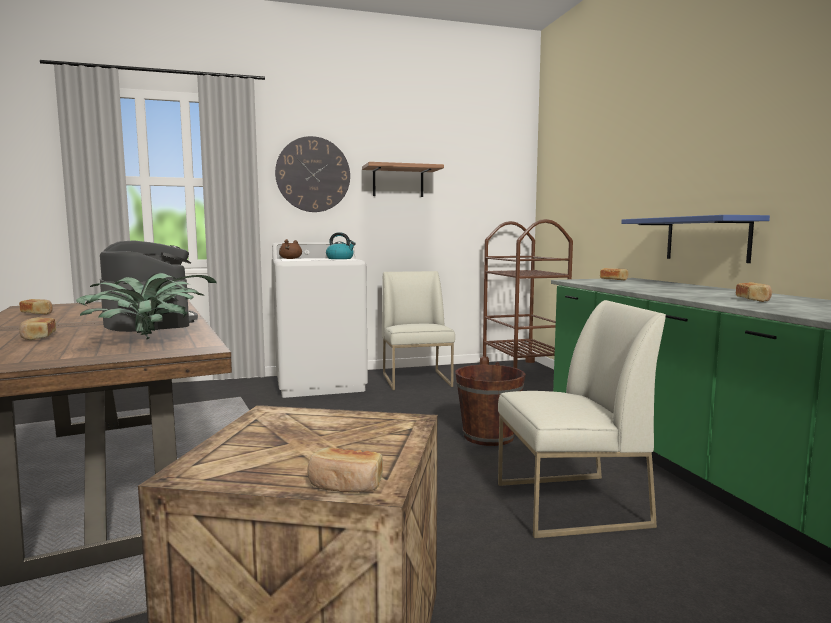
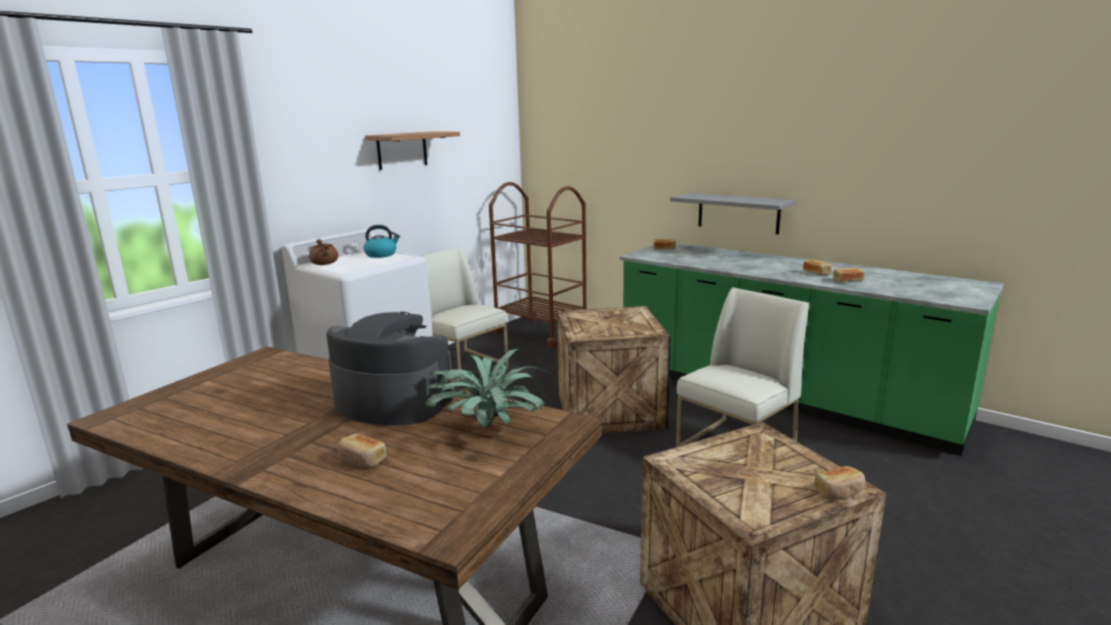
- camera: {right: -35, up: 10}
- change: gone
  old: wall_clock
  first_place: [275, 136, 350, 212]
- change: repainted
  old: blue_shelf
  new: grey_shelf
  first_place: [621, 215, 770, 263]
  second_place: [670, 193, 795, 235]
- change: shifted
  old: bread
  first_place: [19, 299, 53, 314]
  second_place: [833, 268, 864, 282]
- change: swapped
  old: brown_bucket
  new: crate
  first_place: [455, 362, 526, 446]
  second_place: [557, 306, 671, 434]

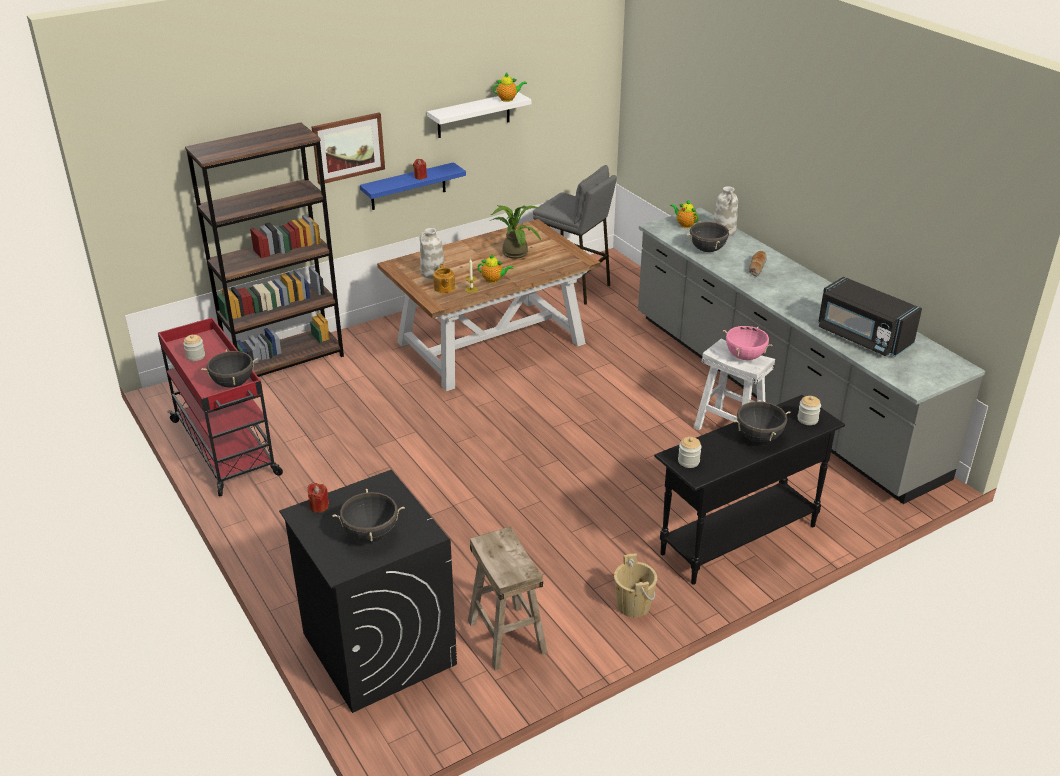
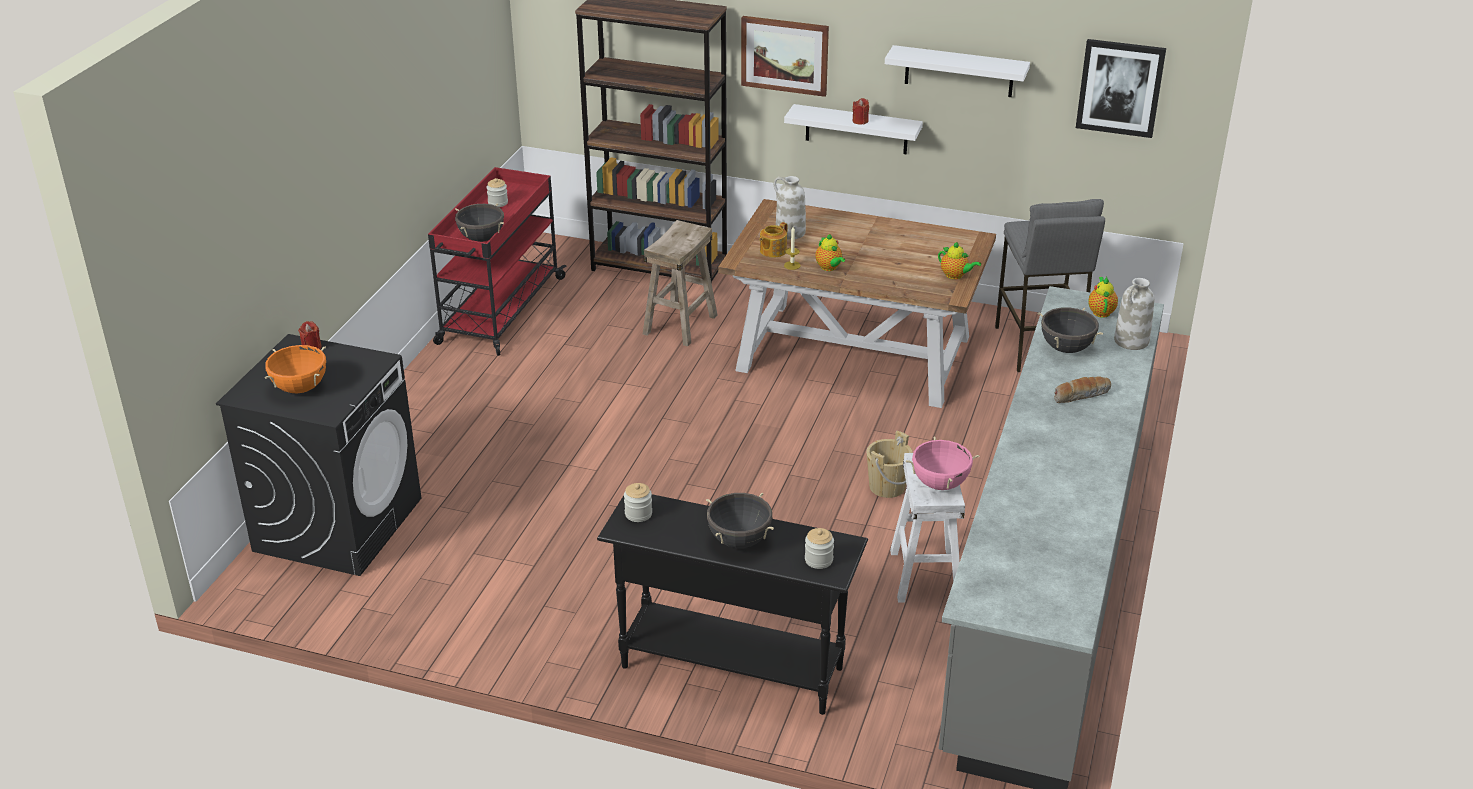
- camera: {right: 50, up: 0}
- change: shifted
  old: teapot
  first_place: [493, 73, 527, 102]
  second_place: [938, 242, 981, 279]
- change: repainted
  old: blue_shelf
  new: white_shelf
  first_place: [360, 162, 466, 210]
  second_place: [784, 104, 923, 154]
- change: gone
  old: potted_plant
  first_place: [490, 205, 541, 259]
- change: gone
  old: black_microwave
  first_place: [818, 277, 922, 357]
- change: repainted
  old: black_cooking_pot
  new: orange_cooking_pot
  first_place: [332, 489, 405, 542]
  second_place: [265, 345, 326, 393]
- change: shifted
  old: beige_stool
  first_place: [468, 526, 548, 671]
  second_place: [643, 220, 717, 346]
- change: shifted
  old: beige_bucket
  first_place: [614, 554, 657, 617]
  second_place: [867, 431, 913, 498]
- change: new
  new: picture
  second_place: [1076, 39, 1166, 138]

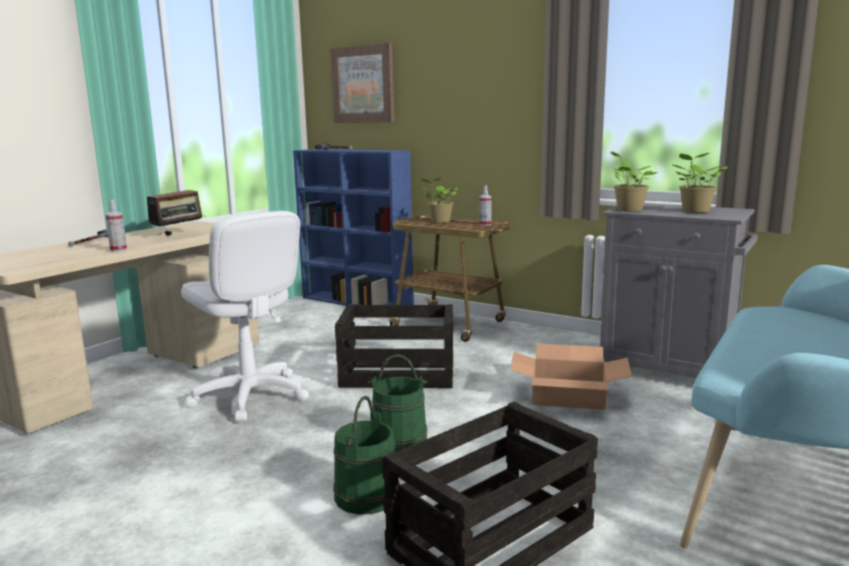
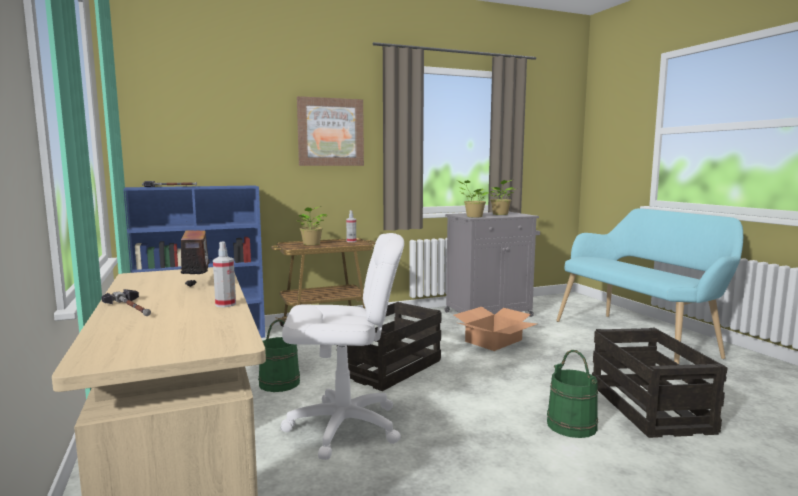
- camera: {right: -55, up: -5}
- change: shifted
  old: picture
  first_place: [330, 43, 395, 123]
  second_place: [297, 96, 364, 166]
- change: shifted
  old: green_bucket
  first_place: [368, 354, 428, 452]
  second_place: [258, 319, 300, 392]

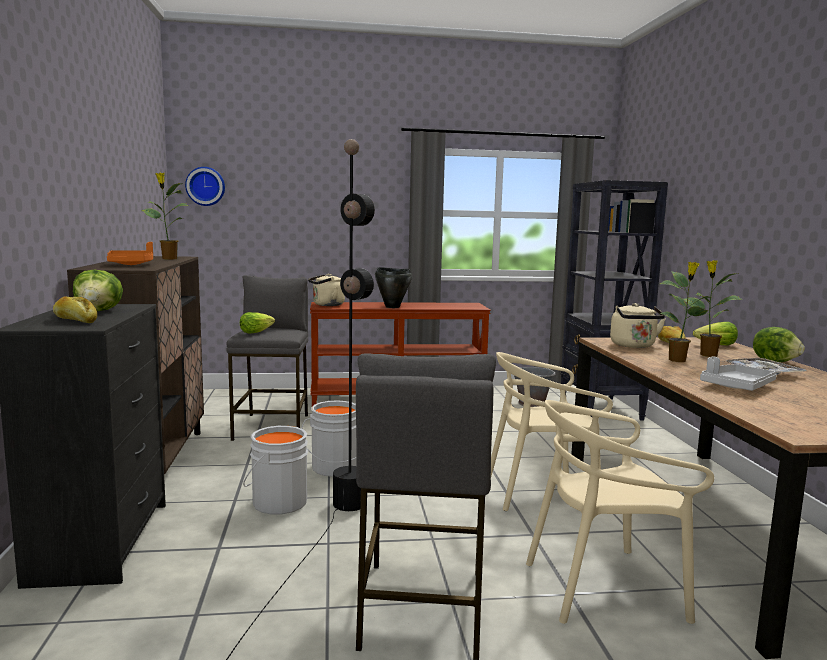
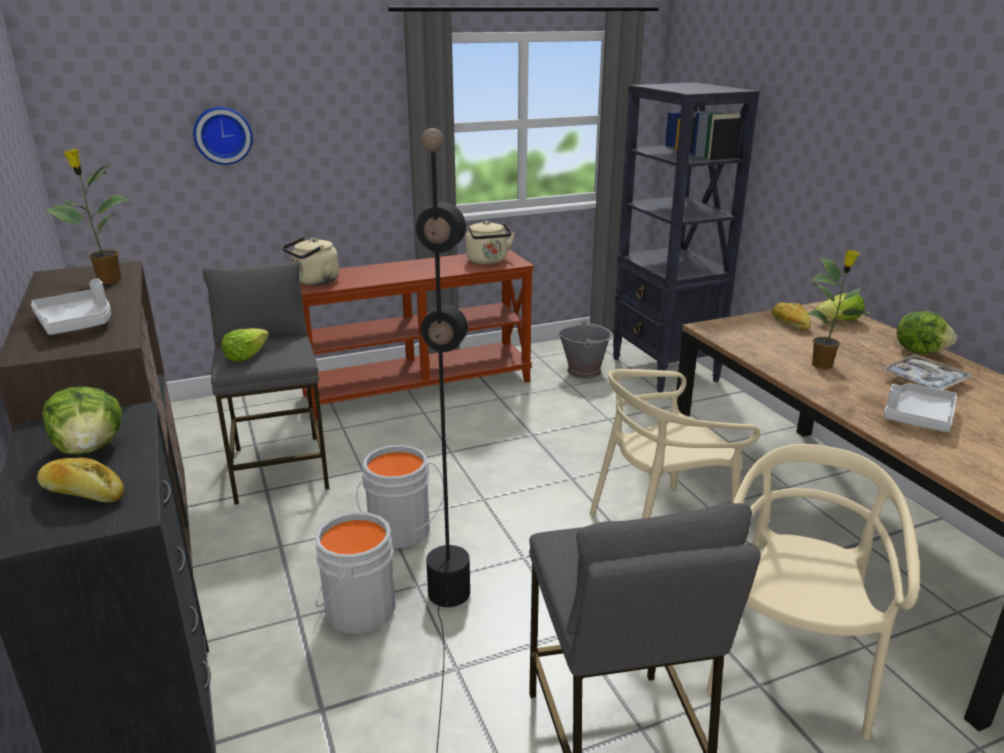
- camera: {right: -15, up: 15}
- change: shifted
  old: wall_clock
  first_place: [185, 167, 225, 206]
  second_place: [193, 107, 253, 165]
- change: repainted
  old: orange_tray
  new: grey_tray
  first_place: [107, 242, 153, 265]
  second_place: [31, 278, 111, 335]
- change: gone
  old: potted_plant
  first_place: [683, 260, 742, 357]
- change: gone
  old: black_cooking_pot
  first_place: [375, 267, 412, 308]
- change: shifted
  old: beige_kettle
  first_place: [610, 303, 666, 348]
  second_place: [466, 221, 515, 264]
- change: rotated
  old: beige_chair
  first_place: [526, 400, 714, 624]
  second_place: [706, 444, 920, 740]
  degrees: 135

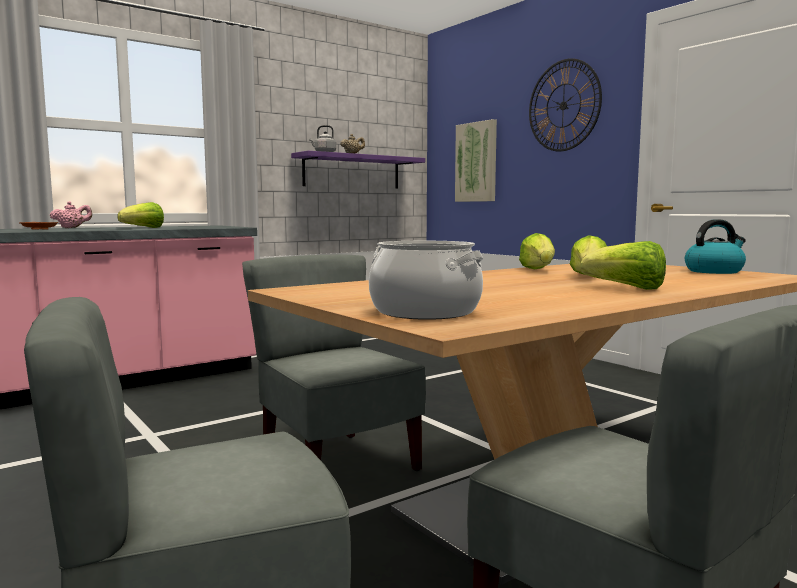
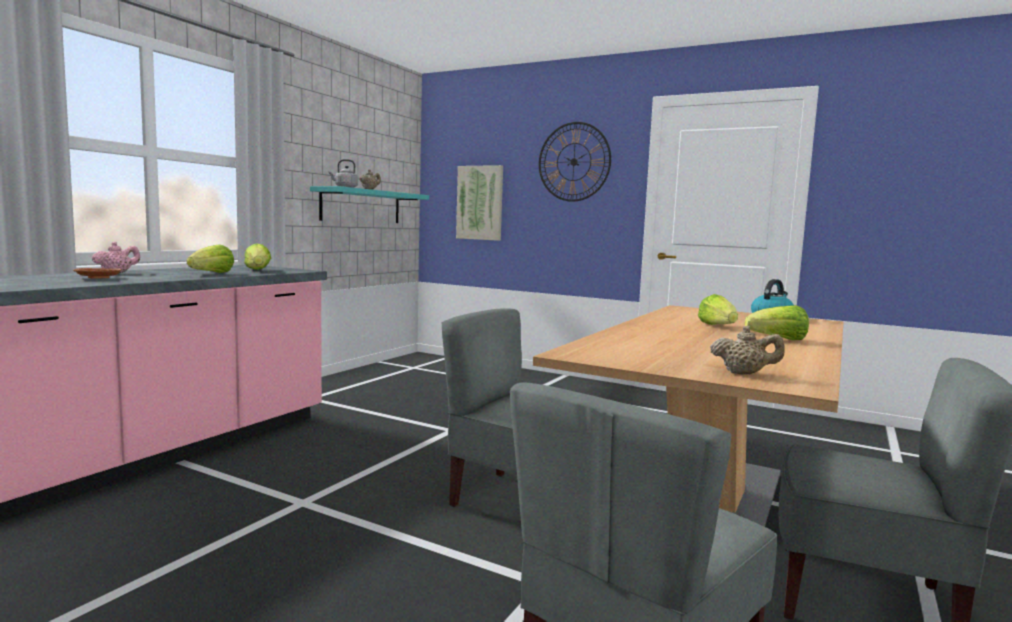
- camera: {right: -25, up: 0}
- change: repainted
  old: purple_shelf
  new: turquoise_shelf
  first_place: [291, 151, 425, 189]
  second_place: [310, 186, 429, 223]
- change: shifted
  old: lettuce
  first_place: [519, 233, 555, 269]
  second_place: [244, 243, 271, 270]
- change: swapped
  old: cooking_pot
  new: beige_teapot
  first_place: [369, 241, 483, 320]
  second_place: [710, 326, 785, 374]

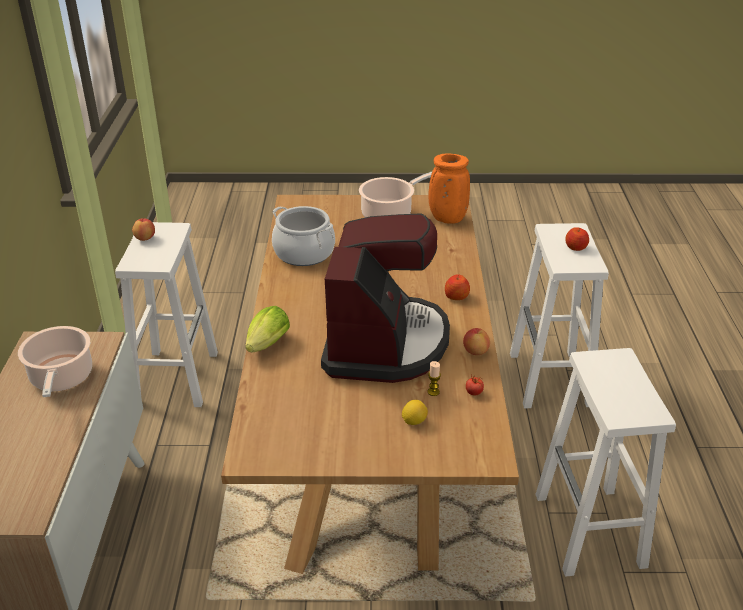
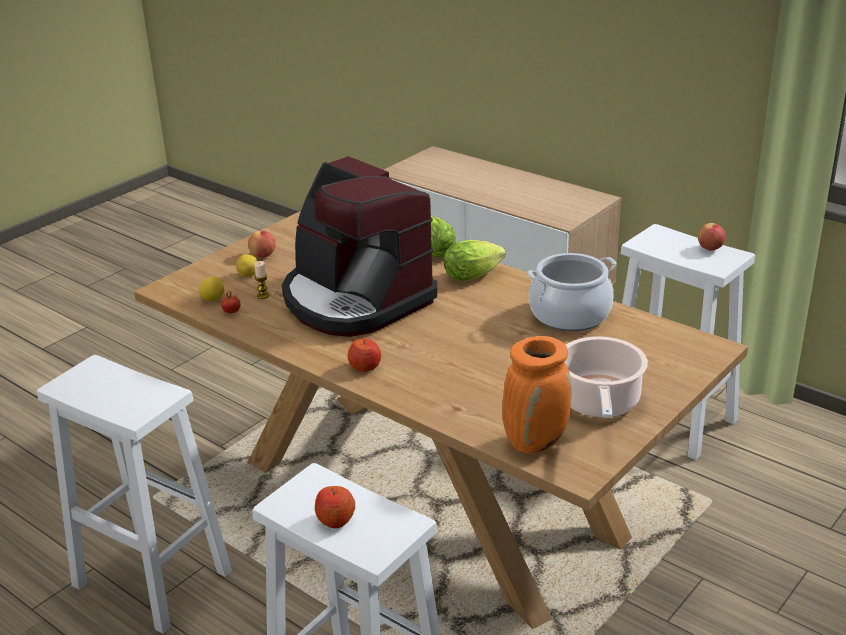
- camera: {right: 130, up: -5}
- change: gone
  old: cooking_pot
  first_place: [18, 326, 92, 397]
- change: shifted
  old: apple
  first_place: [463, 328, 490, 355]
  second_place: [248, 231, 276, 258]
- change: new
  new: lettuce
  second_place: [444, 240, 506, 281]
- change: new
  new: lemon
  second_place: [199, 277, 225, 301]

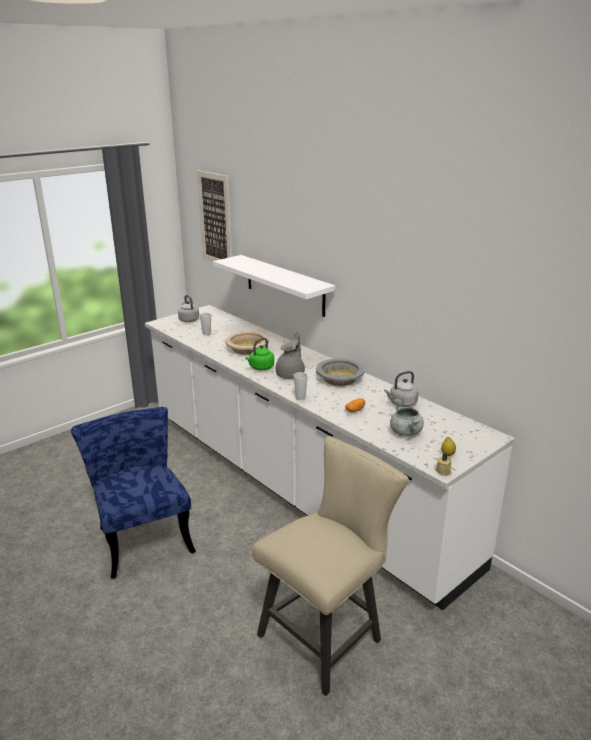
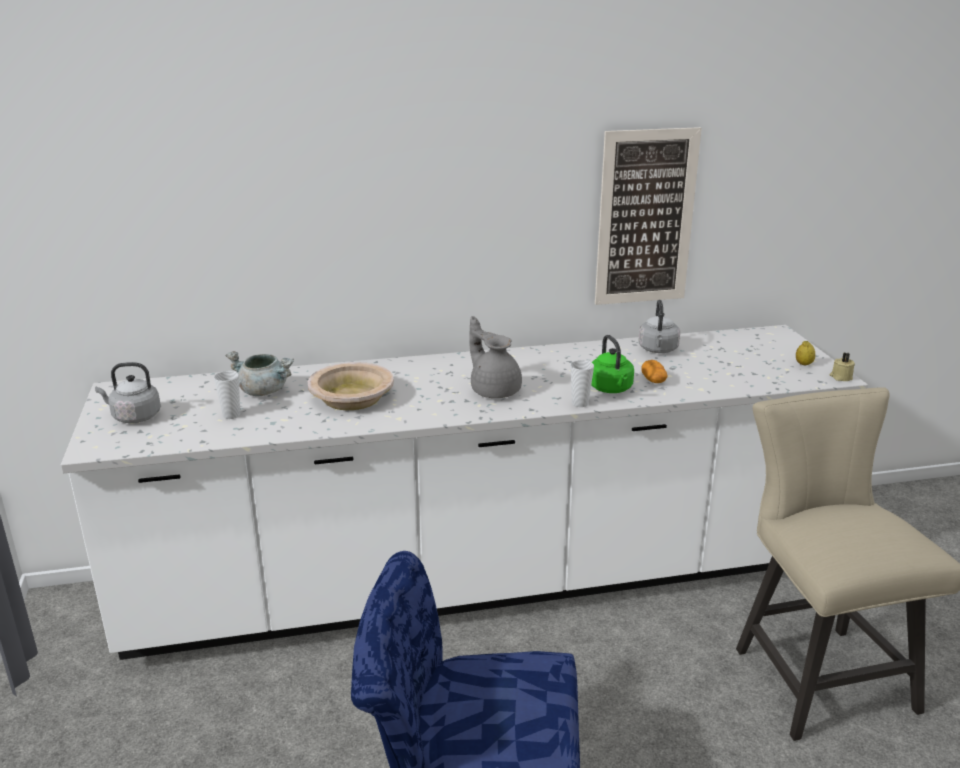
- camera: {right: -60, up: 0}
- change: shifted
  old: picture
  first_place: [197, 170, 232, 262]
  second_place: [595, 127, 702, 305]
- change: gone
  old: white_shelf
  first_place: [213, 255, 335, 317]
- change: shifted
  old: green_kettle
  first_place: [246, 338, 274, 370]
  second_place: [591, 335, 634, 393]
- change: gone
  old: grey_bowl
  first_place: [316, 358, 365, 386]
- change: shifted
  old: grey_cooking_pot
  first_place: [390, 399, 424, 436]
  second_place: [225, 351, 294, 396]

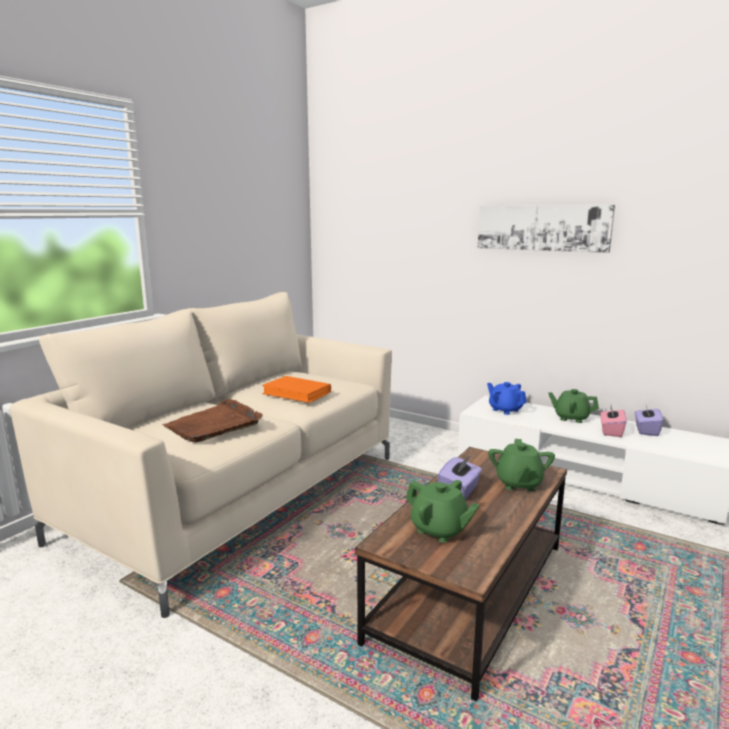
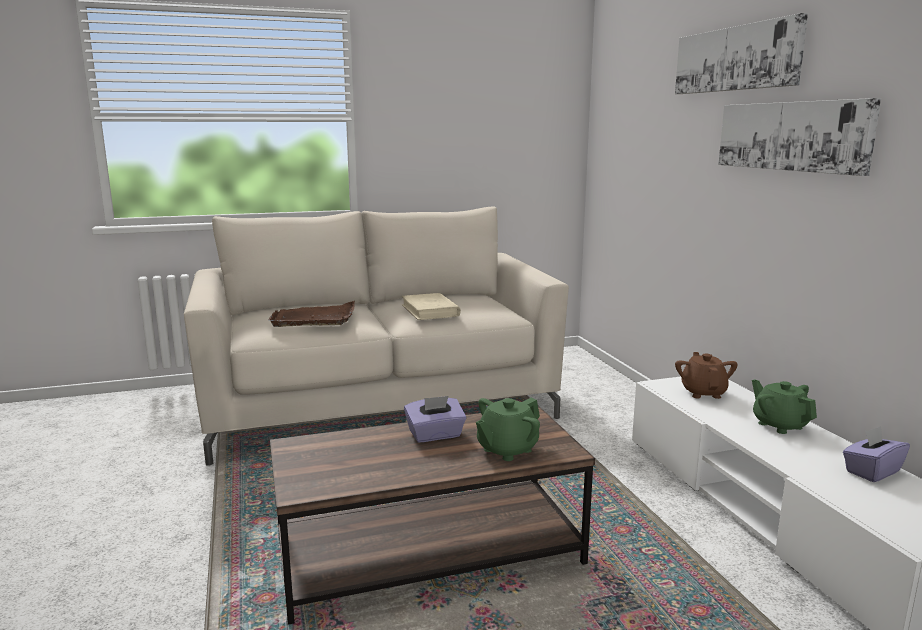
- camera: {right: 40, up: 0}
- change: repainted
  old: orange_book
  new: beige_book
  first_place: [262, 376, 331, 403]
  second_place: [402, 293, 461, 320]
- change: repainted
  old: blue_teapot
  new: brown_teapot
  first_place: [487, 382, 527, 415]
  second_place: [675, 352, 738, 399]
- change: gone
  old: pink_tissue_box
  first_place: [600, 405, 627, 437]
- change: gone
  old: green_teapot
  first_place: [406, 480, 480, 543]
- change: new
  new: picture
  second_place: [675, 13, 808, 94]

